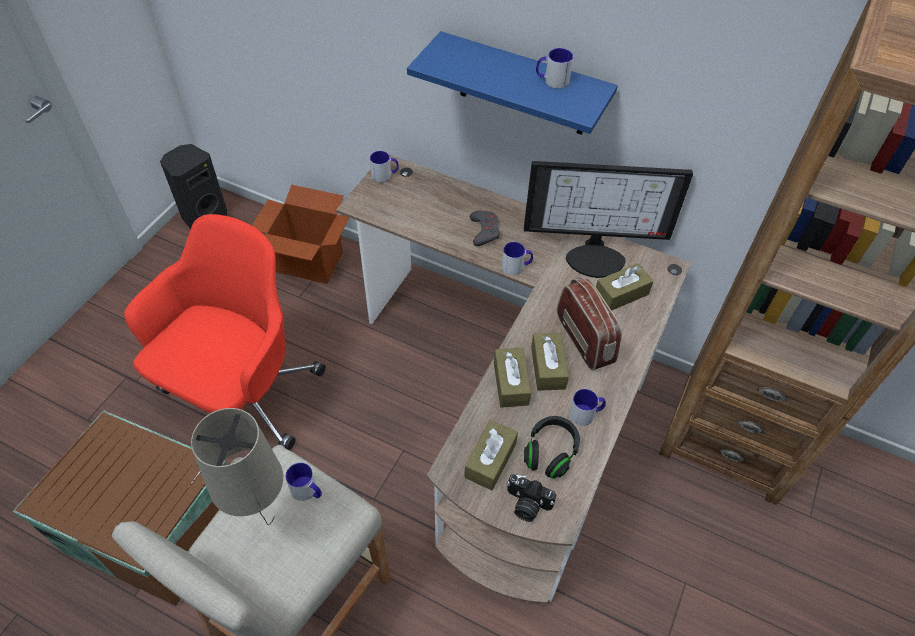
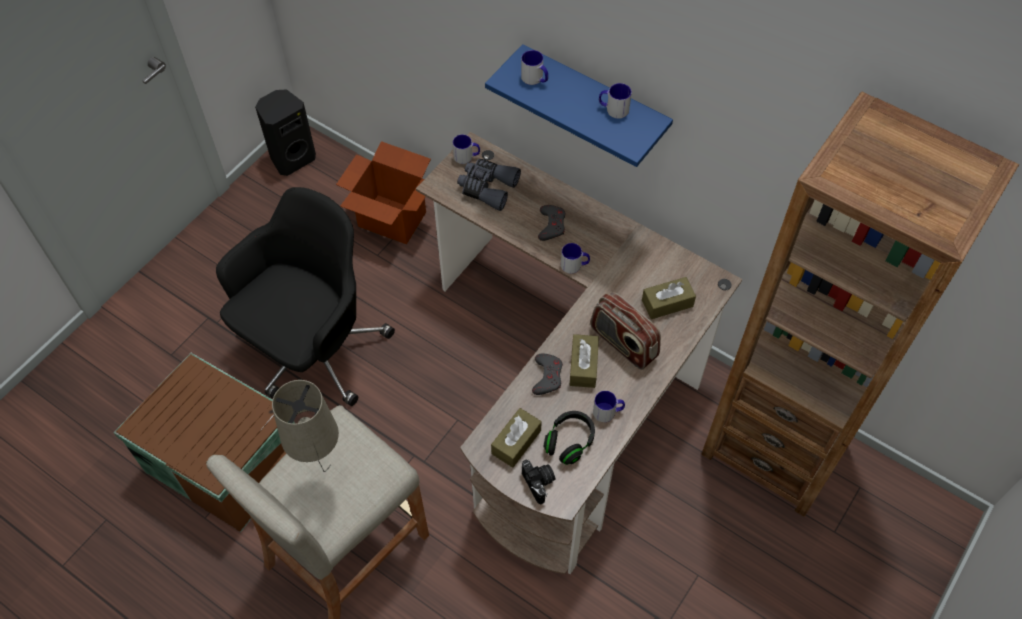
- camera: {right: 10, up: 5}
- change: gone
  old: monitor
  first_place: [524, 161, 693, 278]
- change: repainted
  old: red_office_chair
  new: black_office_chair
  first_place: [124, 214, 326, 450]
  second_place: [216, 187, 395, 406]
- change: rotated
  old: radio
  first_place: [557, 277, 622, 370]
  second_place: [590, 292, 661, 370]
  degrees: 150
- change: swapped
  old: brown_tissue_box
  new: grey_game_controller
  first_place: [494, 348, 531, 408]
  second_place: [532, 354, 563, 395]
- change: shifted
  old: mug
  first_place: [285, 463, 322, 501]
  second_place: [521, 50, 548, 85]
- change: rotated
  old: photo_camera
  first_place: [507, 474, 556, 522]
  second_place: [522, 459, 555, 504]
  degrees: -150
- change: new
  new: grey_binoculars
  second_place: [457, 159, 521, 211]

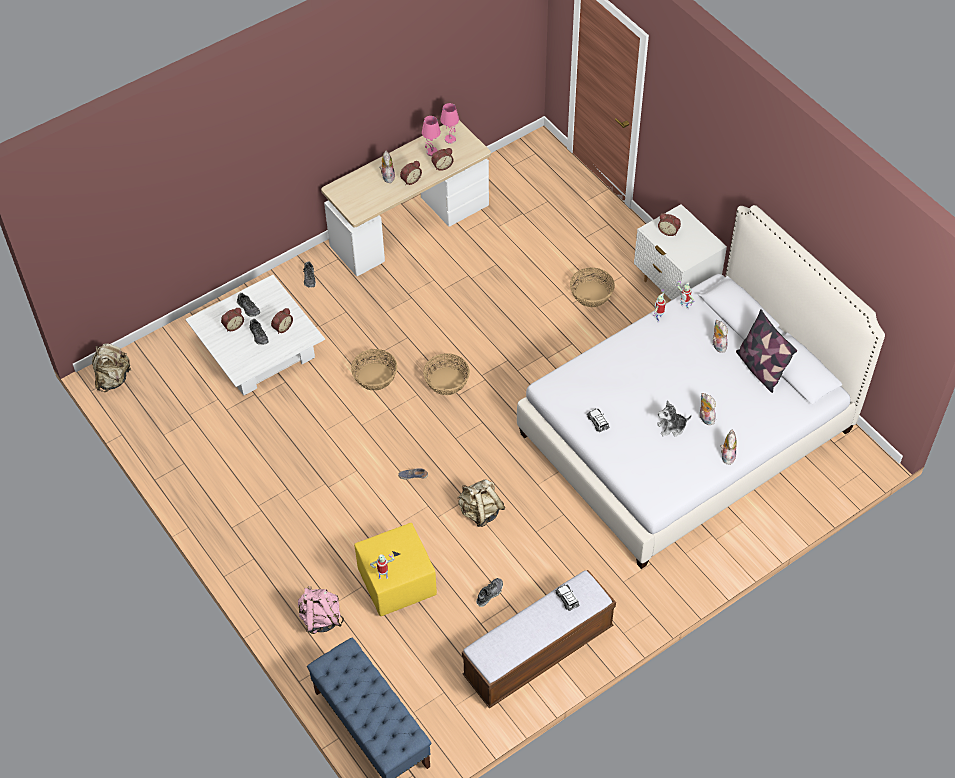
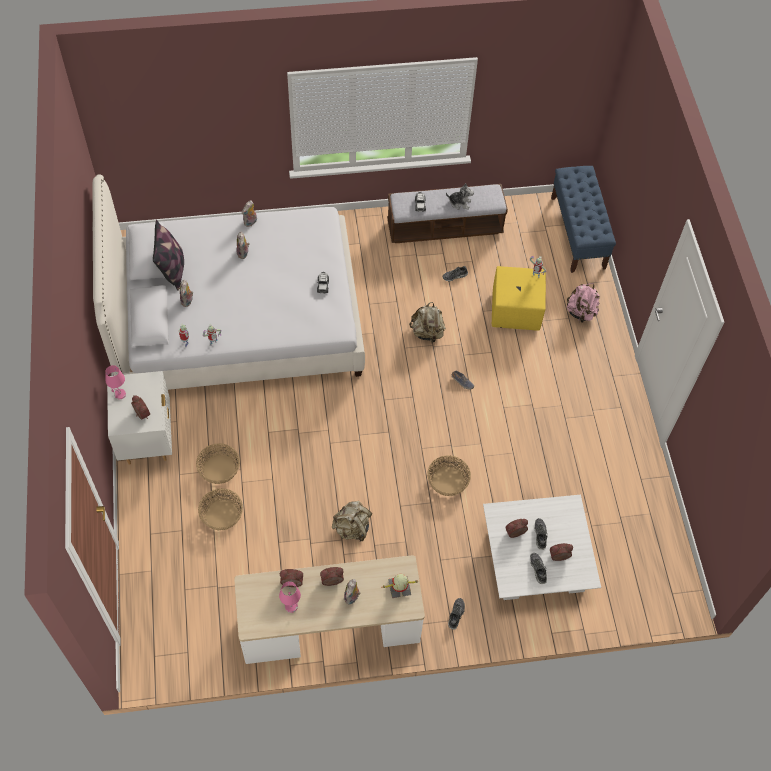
- camera: {right: -155, up: 5}
- change: shifted
  old: pink_table_lamp
  first_place: [440, 103, 459, 144]
  second_place: [105, 365, 126, 399]
- change: shifted
  old: beige_backpack
  first_place: [92, 343, 132, 392]
  second_place: [332, 501, 372, 542]
- change: shifted
  old: basket
  first_place: [423, 354, 470, 395]
  second_place: [198, 488, 243, 530]
- change: shifted
  old: plush_toy
  first_place: [657, 400, 692, 436]
  second_place: [446, 183, 474, 210]
- change: new
  new: toy_robot
  second_place: [383, 574, 420, 598]

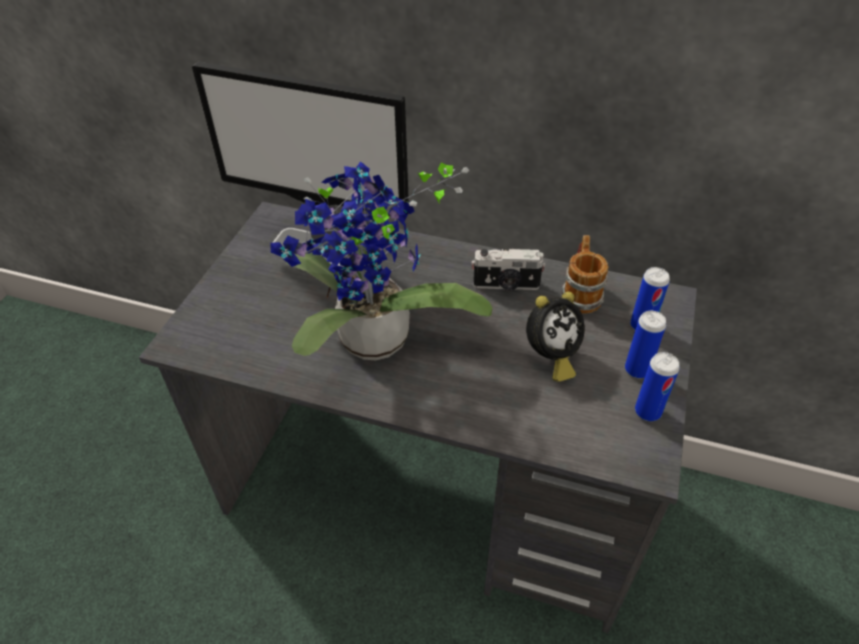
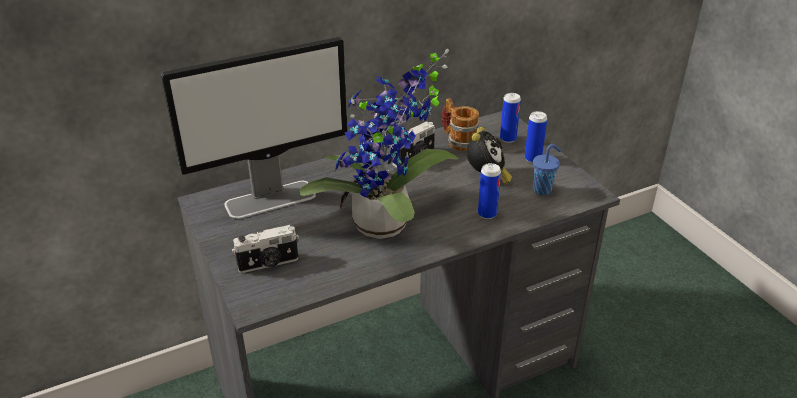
- camera: {right: -45, up: -10}
- change: shifted
  old: can
  first_place: [635, 352, 680, 421]
  second_place: [478, 163, 501, 219]
- change: new
  new: blue_cup
  second_place: [533, 144, 561, 195]
- change: new
  new: photo_camera
  second_place: [232, 225, 299, 273]

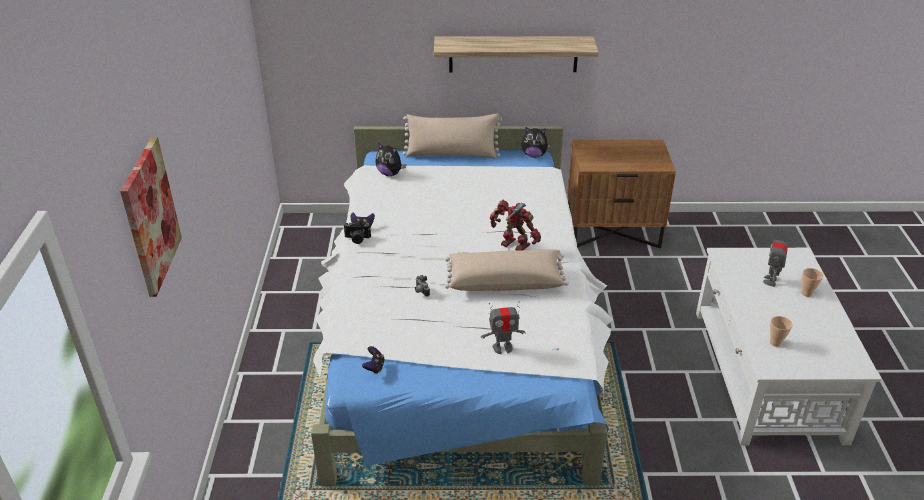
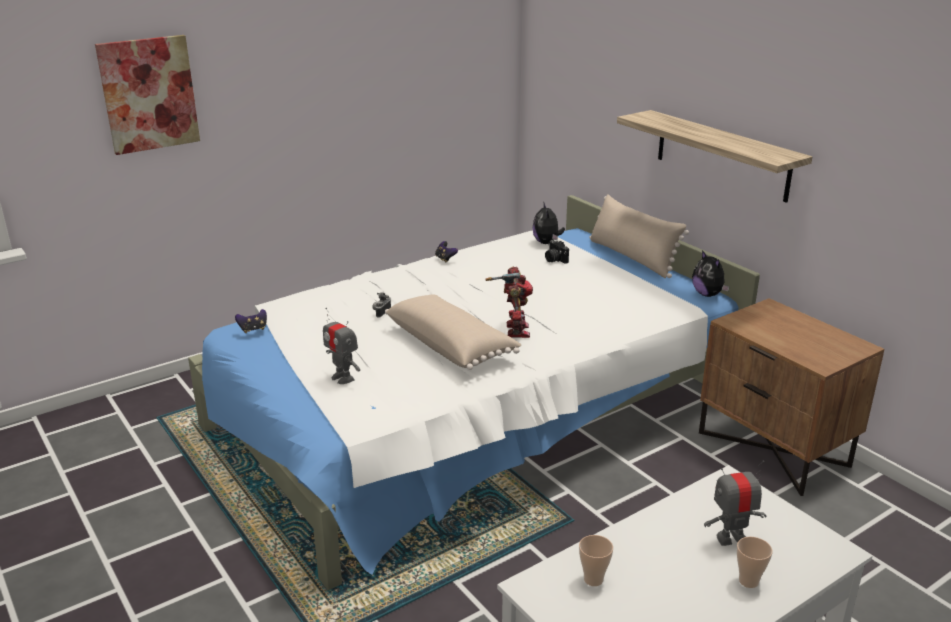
- camera: {right: 55, up: -10}
- change: shifted
  old: photo_camera
  first_place: [344, 221, 371, 244]
  second_place: [545, 239, 569, 264]

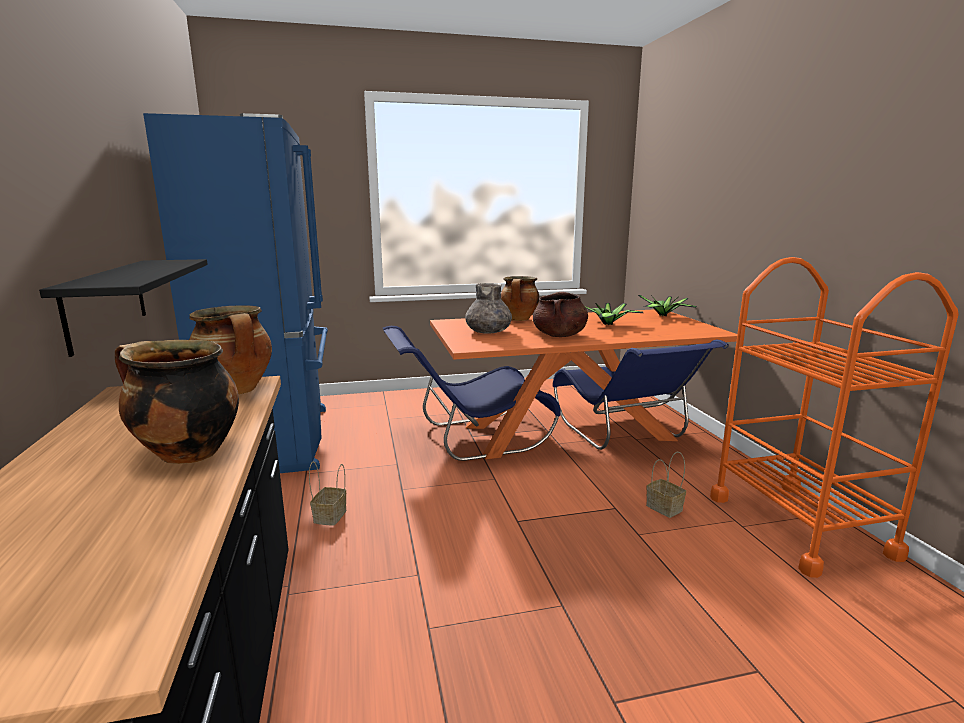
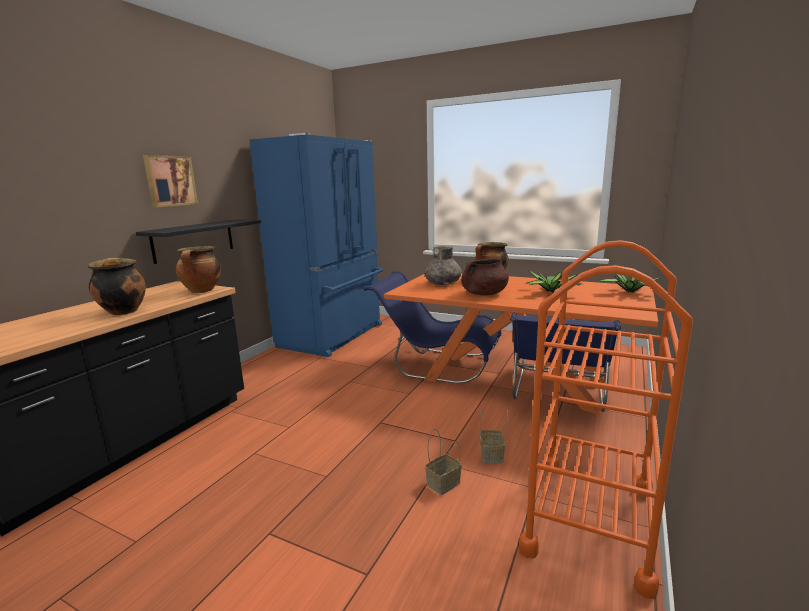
- camera: {right: 40, up: 0}
- change: shifted
  old: basket
  first_place: [309, 461, 346, 526]
  second_place: [425, 429, 462, 495]
- change: new
  new: picture
  second_place: [143, 155, 198, 207]

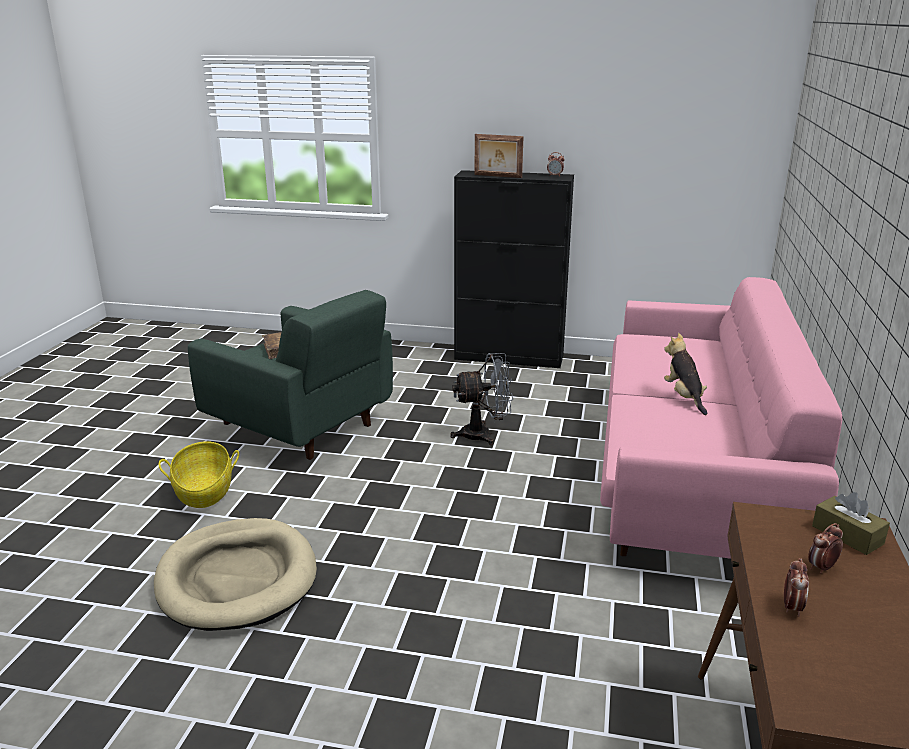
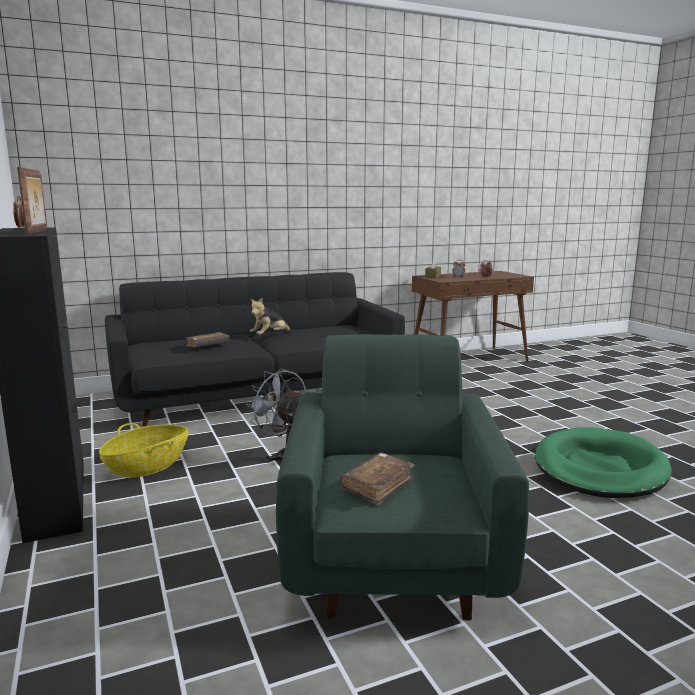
- camera: {right: -125, up: -10}
- change: repainted
  old: pink_sofa
  new: black_sofa
  first_place: [600, 277, 842, 559]
  second_place: [105, 272, 405, 426]
- change: shifted
  old: basket
  first_place: [159, 441, 239, 508]
  second_place: [99, 423, 188, 478]
- change: repainted
  old: beige_dog_bed
  new: green_dog_bed
  first_place: [154, 518, 317, 631]
  second_place: [535, 427, 672, 498]
- change: new
  new: brown_book
  second_place: [185, 332, 230, 347]

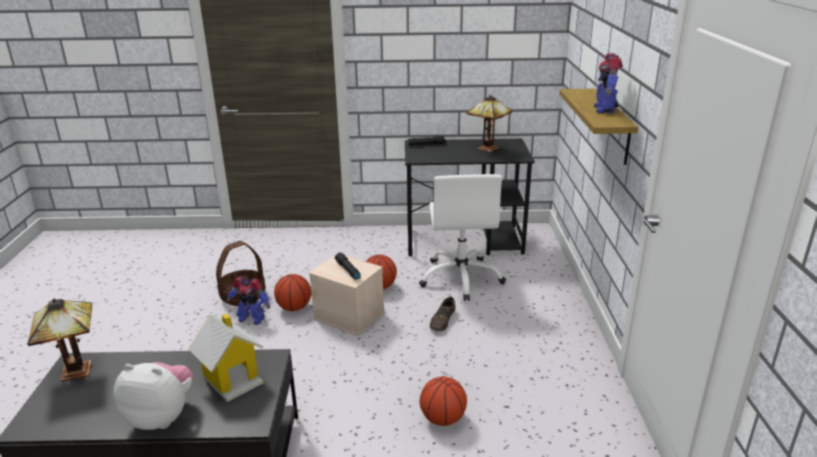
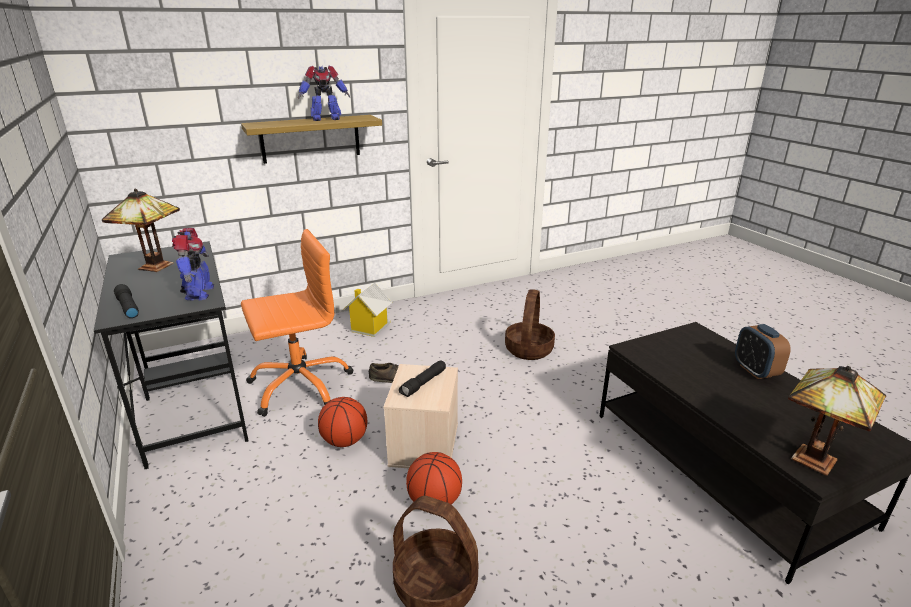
- camera: {right: -115, up: 0}
- change: repainted
  old: white_office_chair
  new: orange_office_chair
  first_place: [419, 174, 506, 301]
  second_place: [241, 229, 354, 417]
- change: shifted
  old: toy_robot
  first_place: [226, 277, 270, 325]
  second_place: [172, 228, 214, 301]
- change: shifted
  old: toy_house
  first_place: [188, 313, 263, 402]
  second_place: [343, 283, 392, 337]
- change: swapped
  old: plush_toy
  new: alarm_clock
  first_place: [114, 362, 193, 430]
  second_place: [735, 324, 791, 379]
- change: swapped
  old: basketball
  new: basket
  first_place: [420, 377, 467, 426]
  second_place: [505, 289, 555, 360]

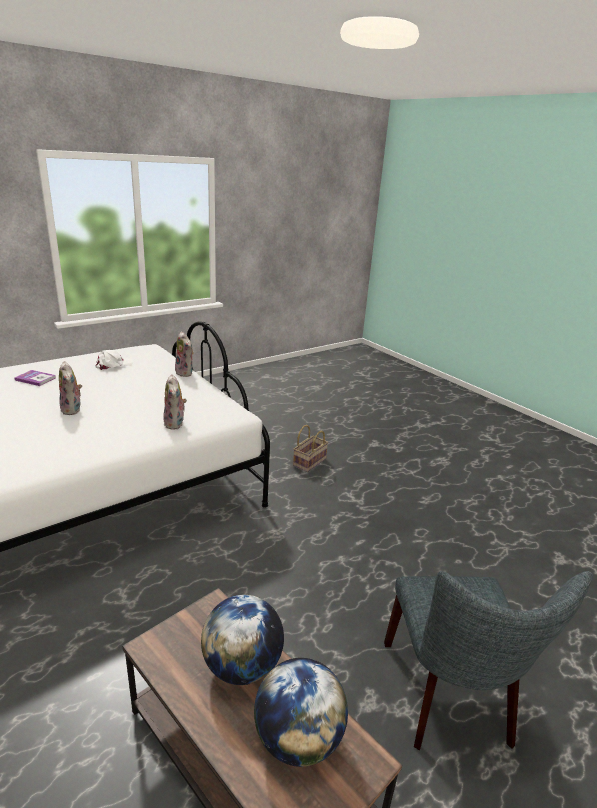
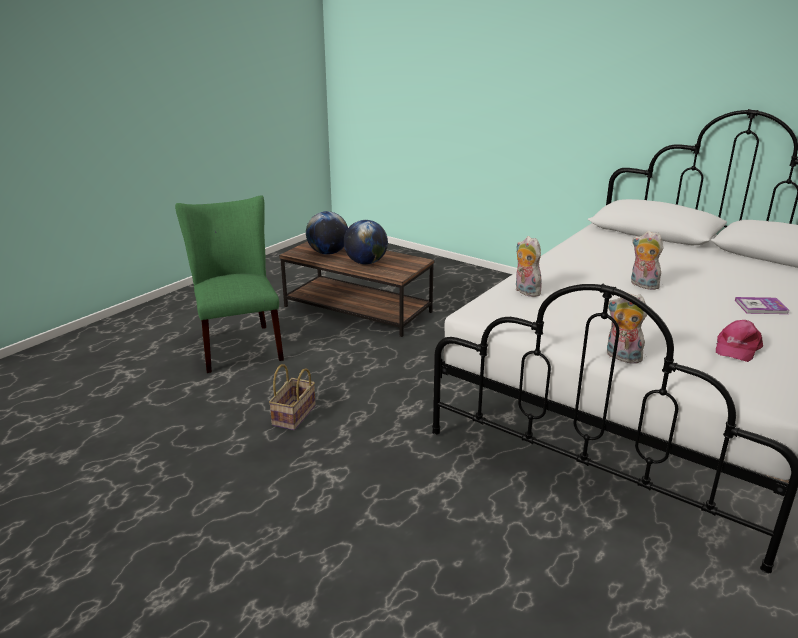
- camera: {right: 165, up: 0}
- change: repainted
  old: white_cap
  new: pink_cap
  first_place: [95, 350, 133, 370]
  second_place: [716, 320, 763, 362]
- change: shifted
  old: basket
  first_place: [293, 425, 328, 472]
  second_place: [269, 364, 316, 430]
- change: repainted
  old: grey_chair
  new: green_chair
  first_place: [384, 571, 593, 750]
  second_place: [175, 195, 284, 373]

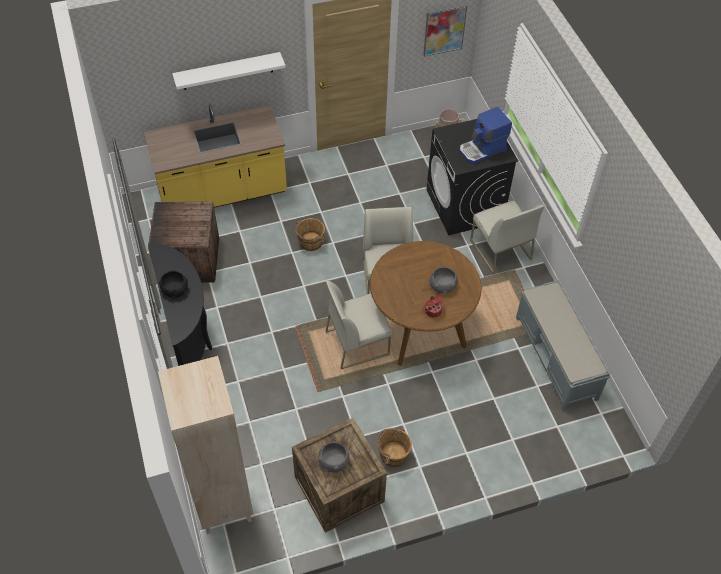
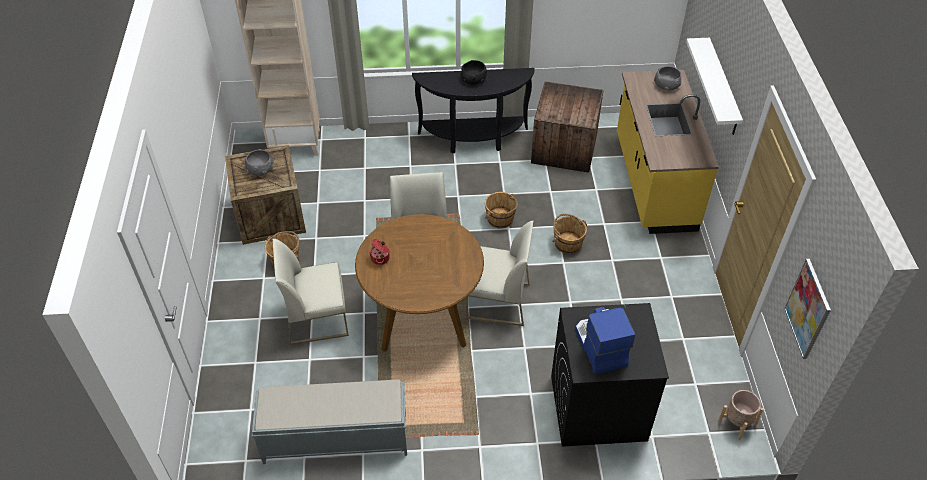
- camera: {right: 105, up: -5}
- change: shifted
  old: white_chair
  first_place: [470, 200, 545, 275]
  second_place: [272, 238, 349, 345]
- change: shifted
  old: grey_bowl
  first_place: [429, 267, 458, 294]
  second_place: [654, 66, 681, 91]
- change: new
  new: brown_bucket
  second_place: [485, 192, 518, 228]

